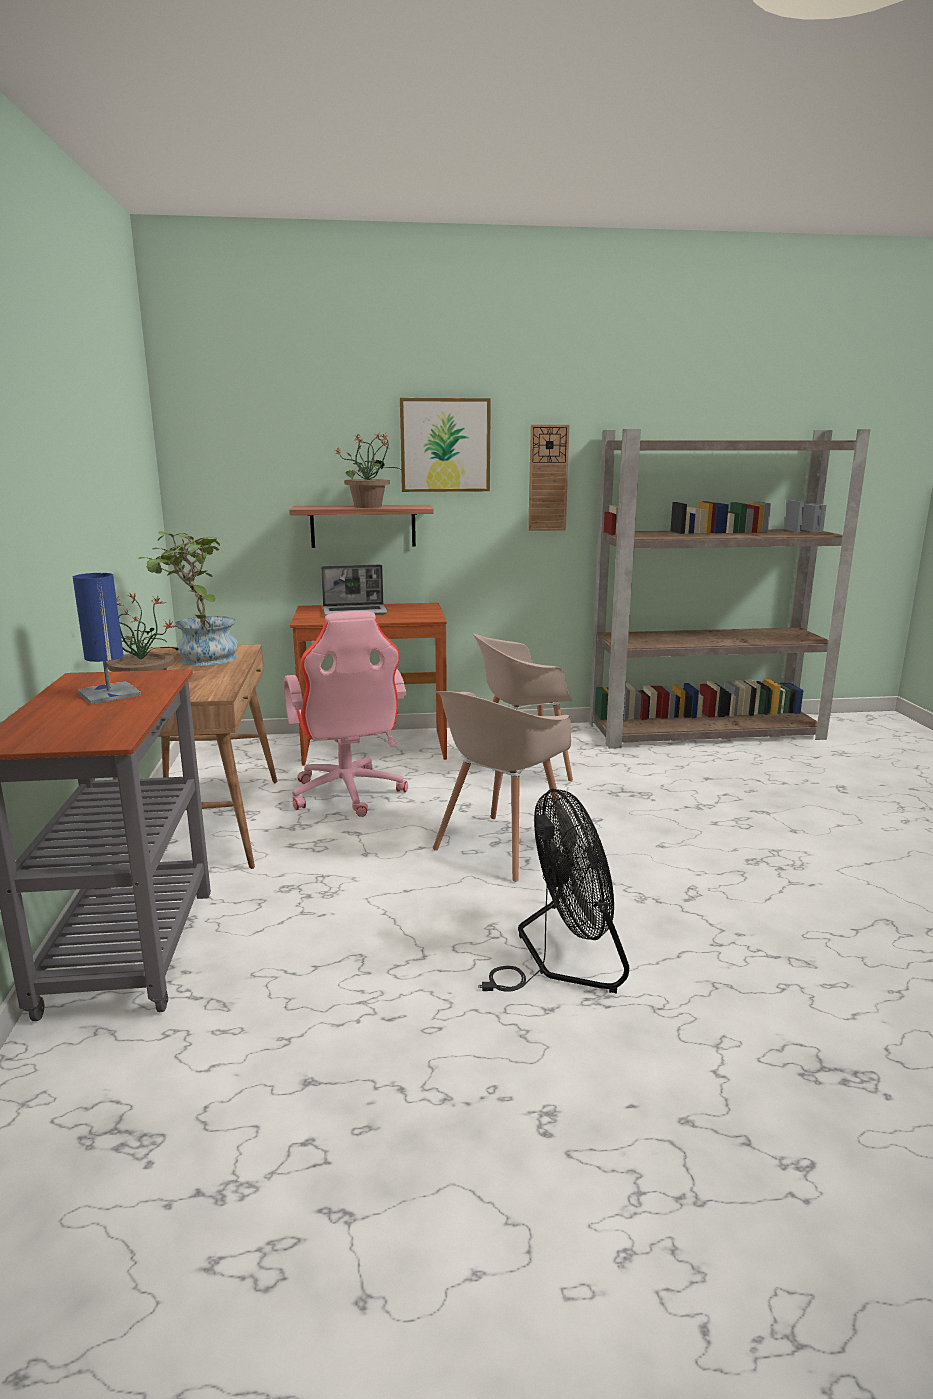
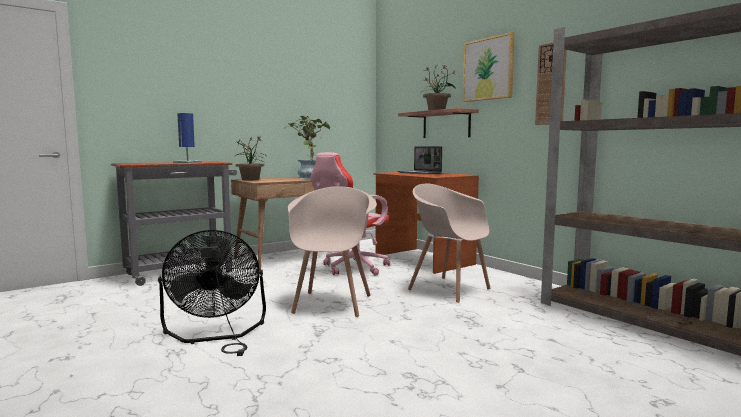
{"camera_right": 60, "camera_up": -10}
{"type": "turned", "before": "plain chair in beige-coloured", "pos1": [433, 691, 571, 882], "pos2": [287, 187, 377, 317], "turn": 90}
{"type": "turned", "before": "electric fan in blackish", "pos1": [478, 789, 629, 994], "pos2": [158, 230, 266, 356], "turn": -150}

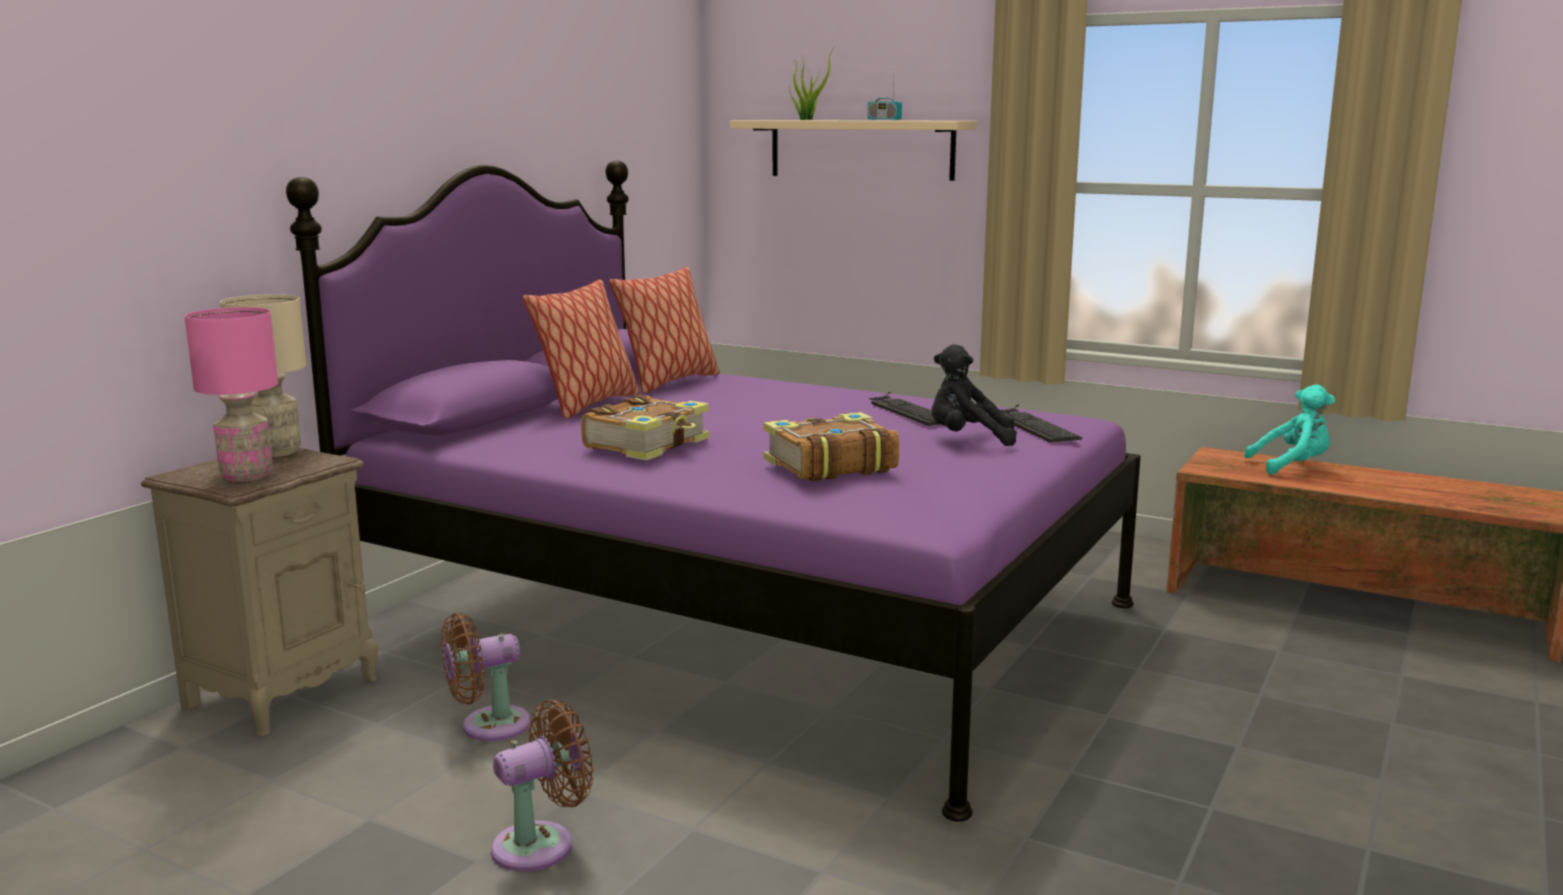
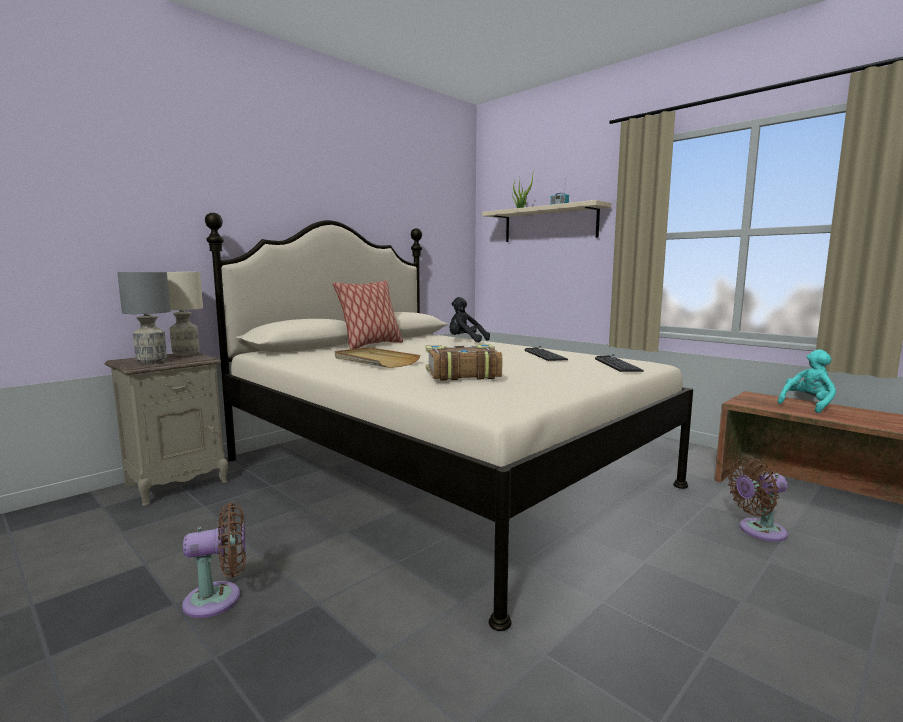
{"camera_right": 15, "camera_up": -5}
{"type": "recoloured", "before": "tabletop lamp in pink", "after": "tabletop lamp in gray", "pos1": [185, 307, 278, 482], "pos2": [117, 272, 171, 364]}
{"type": "recoloured", "before": "bedroom bed in purple", "after": "bedroom bed in beige-coloured", "pos1": [286, 160, 1141, 822], "pos2": [205, 213, 693, 631]}
{"type": "moved", "before": "electric fan in brown-coloured", "pos1": [441, 613, 531, 741], "pos2": [728, 457, 788, 542]}
{"type": "replaced", "before": "volume", "after": "tray in beige-coloured", "pos1": [581, 395, 710, 461], "pos2": [335, 347, 420, 368]}
{"type": "removed", "before": "cushion", "pos1": [609, 267, 720, 393]}
{"type": "moved", "before": "soft toy in blackish", "pos1": [932, 344, 1017, 446], "pos2": [449, 297, 490, 342]}
{"type": "turned", "before": "soft toy in turquoise-coloured", "pos1": [1244, 385, 1335, 475], "pos2": [777, 349, 836, 413], "turn": -45}

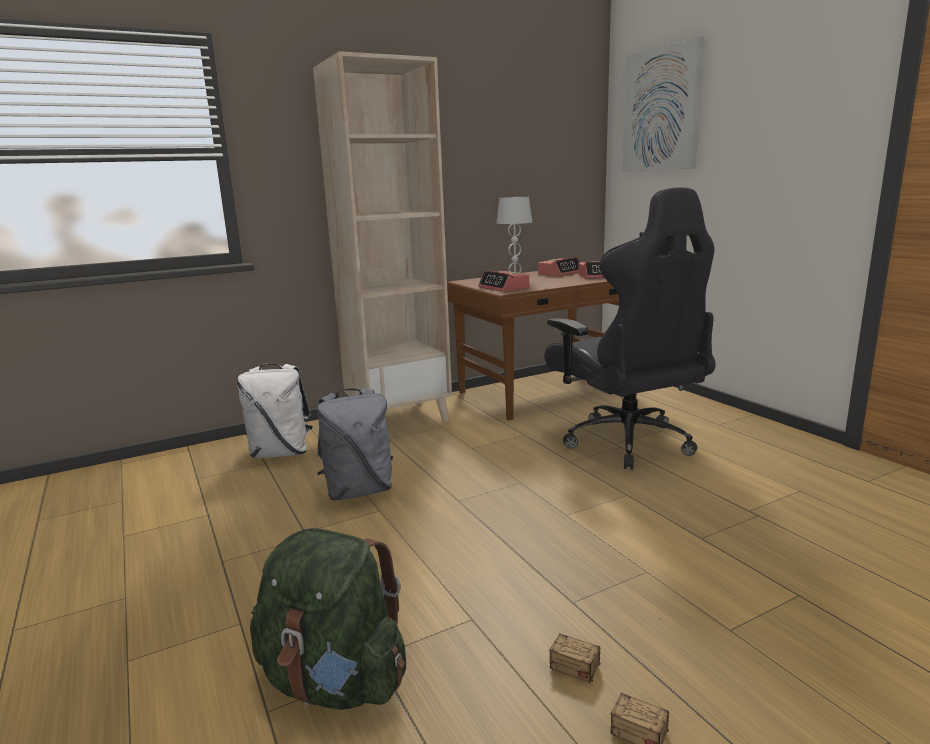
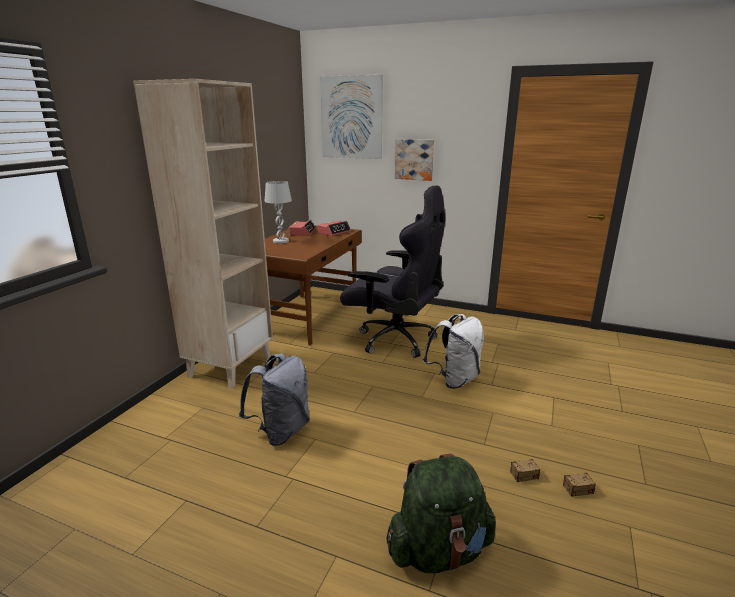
{"camera_right": -40, "camera_up": 5}
{"type": "moved", "before": "backpack in white", "pos1": [237, 363, 313, 458], "pos2": [423, 314, 484, 389]}
{"type": "removed", "before": "table clock", "pos1": [478, 270, 529, 292]}
{"type": "added", "after": "wall picture", "pos2": [395, 139, 434, 181]}

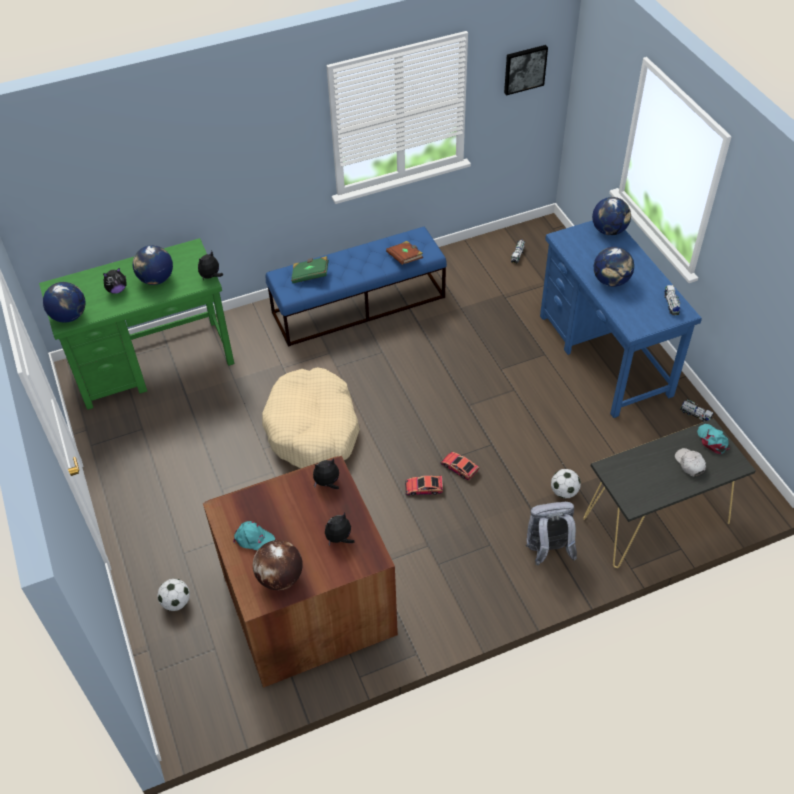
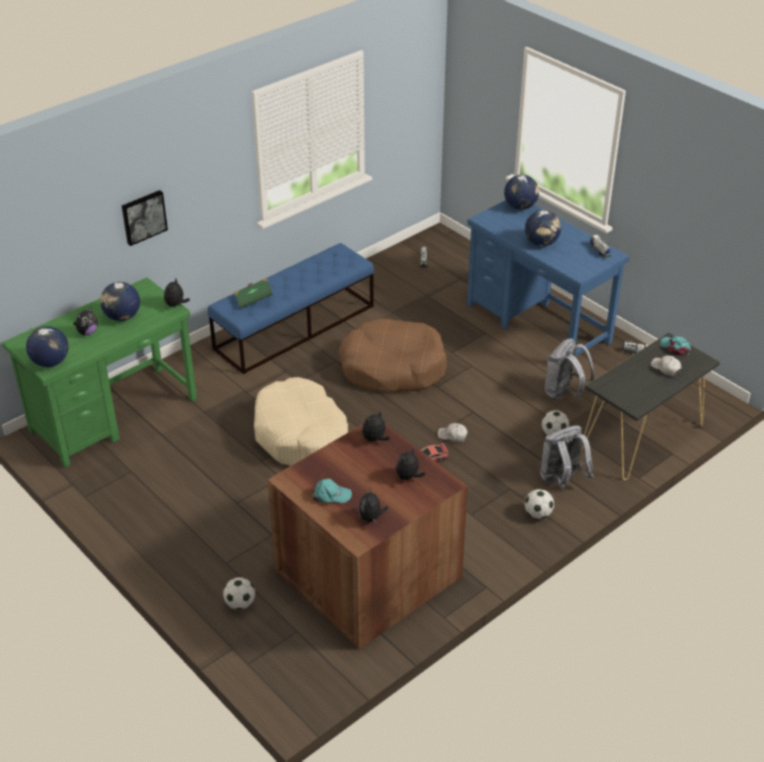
{"camera_right": -20, "camera_up": -10}
{"type": "replaced", "before": "desk globe", "after": "soft toy", "pos1": [253, 540, 303, 590], "pos2": [358, 487, 388, 523]}
{"type": "removed", "before": "volume in brown-coloured", "pos1": [386, 241, 423, 265]}
{"type": "replaced", "before": "model car", "after": "cap in white", "pos1": [440, 452, 479, 480], "pos2": [438, 423, 468, 442]}
{"type": "moved", "before": "wall picture", "pos1": [504, 45, 548, 95], "pos2": [122, 190, 168, 246]}
{"type": "added", "after": "pet bed in brown-coloured", "pos2": [339, 319, 447, 392]}
{"type": "added", "after": "football", "pos2": [525, 489, 554, 519]}
{"type": "added", "after": "backpack in gray", "pos2": [545, 338, 594, 400]}

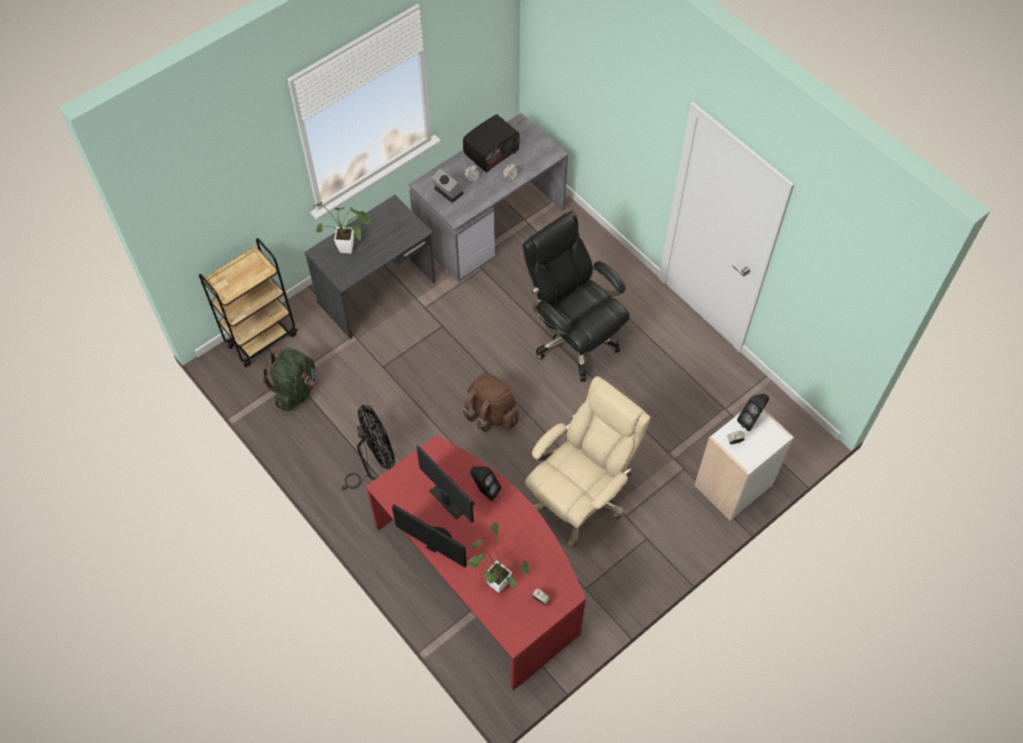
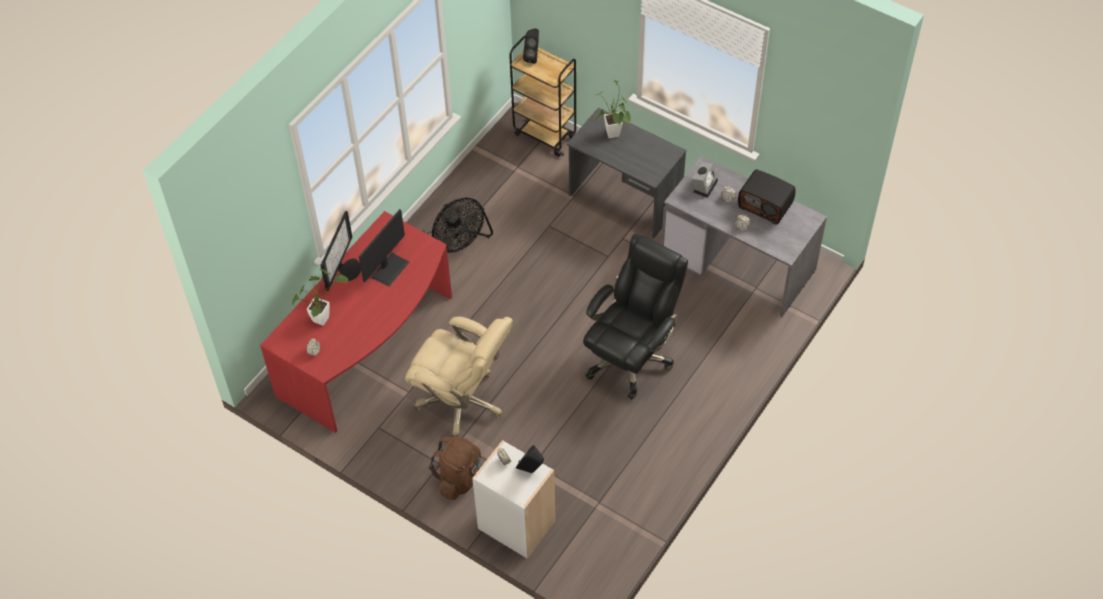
{"camera_right": 75, "camera_up": -5}
{"type": "removed", "before": "backpack in green-coloured", "pos1": [262, 348, 315, 411]}
{"type": "moved", "before": "backpack in brown-coloured", "pos1": [463, 373, 519, 432], "pos2": [429, 437, 481, 500]}
{"type": "moved", "before": "speaker in blackish", "pos1": [470, 466, 501, 502], "pos2": [523, 28, 539, 64]}

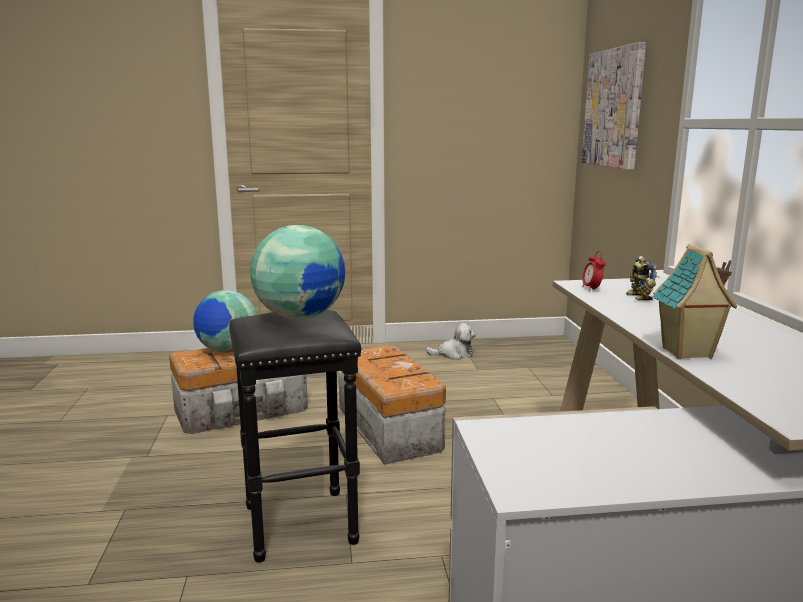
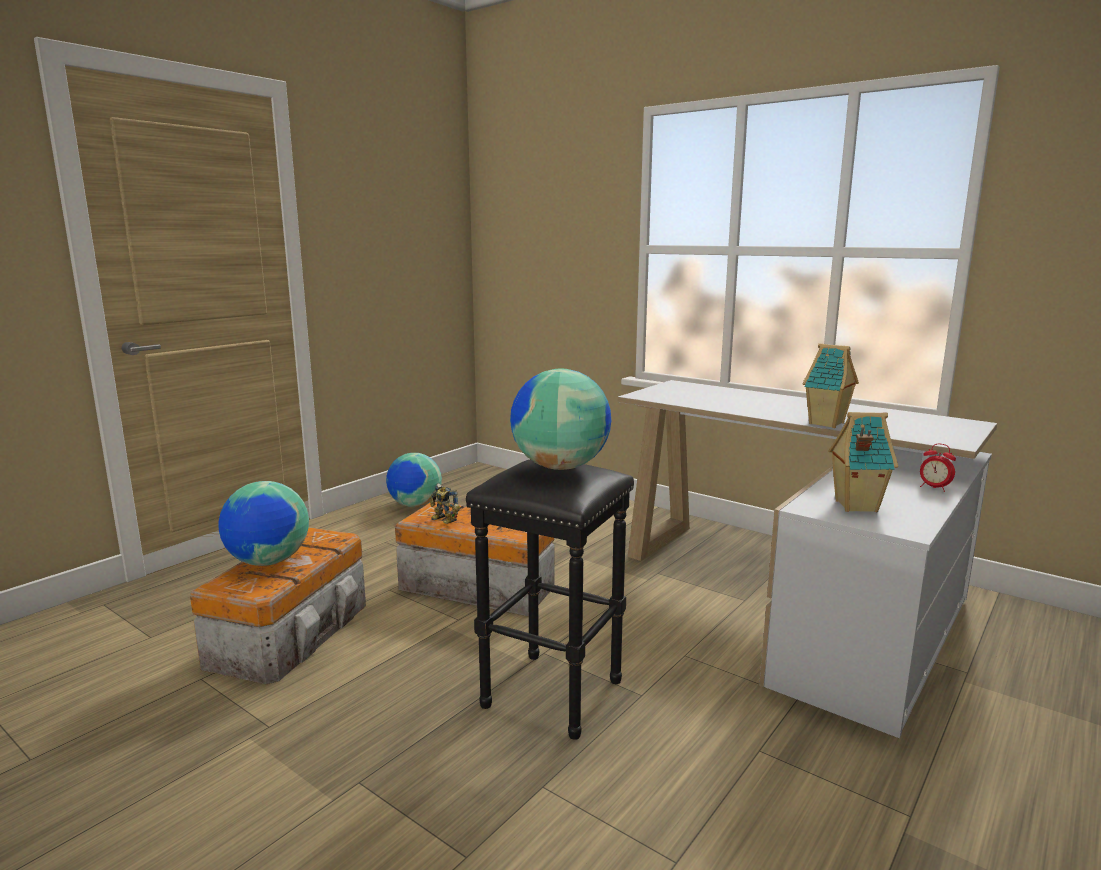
{"camera_right": -45, "camera_up": 0}
{"type": "replaced", "before": "soft toy", "after": "desk globe", "pos1": [426, 323, 476, 360], "pos2": [386, 453, 442, 507]}
{"type": "removed", "before": "wall picture", "pos1": [582, 42, 646, 170]}
{"type": "moved", "before": "table clock", "pos1": [582, 251, 605, 292], "pos2": [920, 444, 956, 492]}
{"type": "moved", "before": "toy robot", "pos1": [626, 256, 657, 300], "pos2": [430, 483, 460, 524]}
{"type": "added", "after": "miniature house", "pos2": [829, 412, 898, 512]}

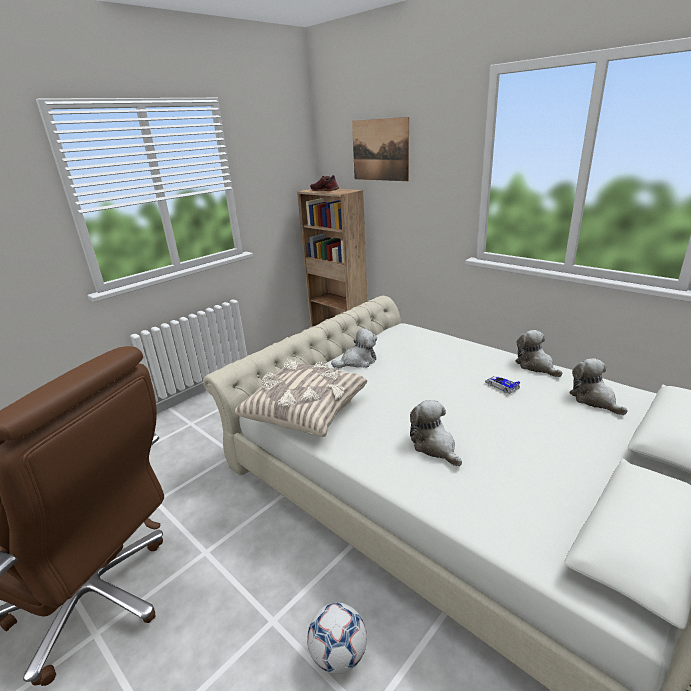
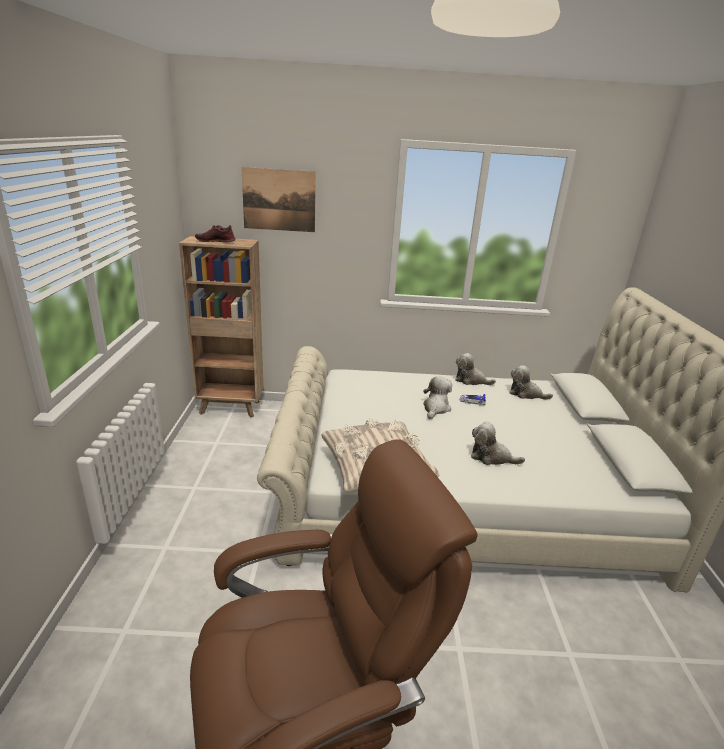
{"camera_right": -45, "camera_up": 0}
{"type": "removed", "before": "football", "pos1": [307, 603, 367, 674]}
{"type": "moved", "before": "soft toy", "pos1": [331, 328, 377, 368], "pos2": [423, 377, 452, 419]}

